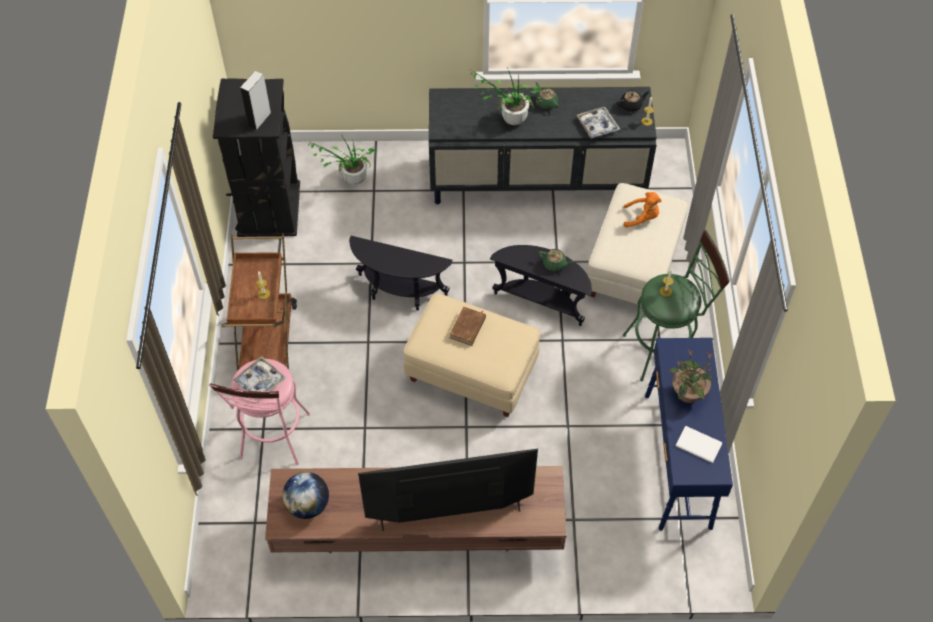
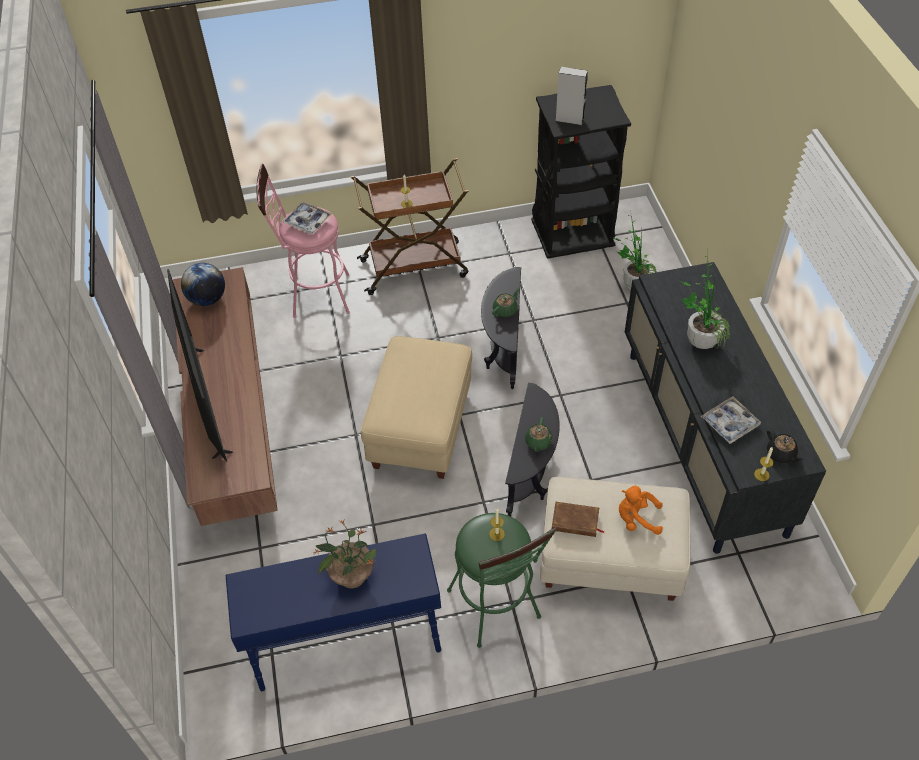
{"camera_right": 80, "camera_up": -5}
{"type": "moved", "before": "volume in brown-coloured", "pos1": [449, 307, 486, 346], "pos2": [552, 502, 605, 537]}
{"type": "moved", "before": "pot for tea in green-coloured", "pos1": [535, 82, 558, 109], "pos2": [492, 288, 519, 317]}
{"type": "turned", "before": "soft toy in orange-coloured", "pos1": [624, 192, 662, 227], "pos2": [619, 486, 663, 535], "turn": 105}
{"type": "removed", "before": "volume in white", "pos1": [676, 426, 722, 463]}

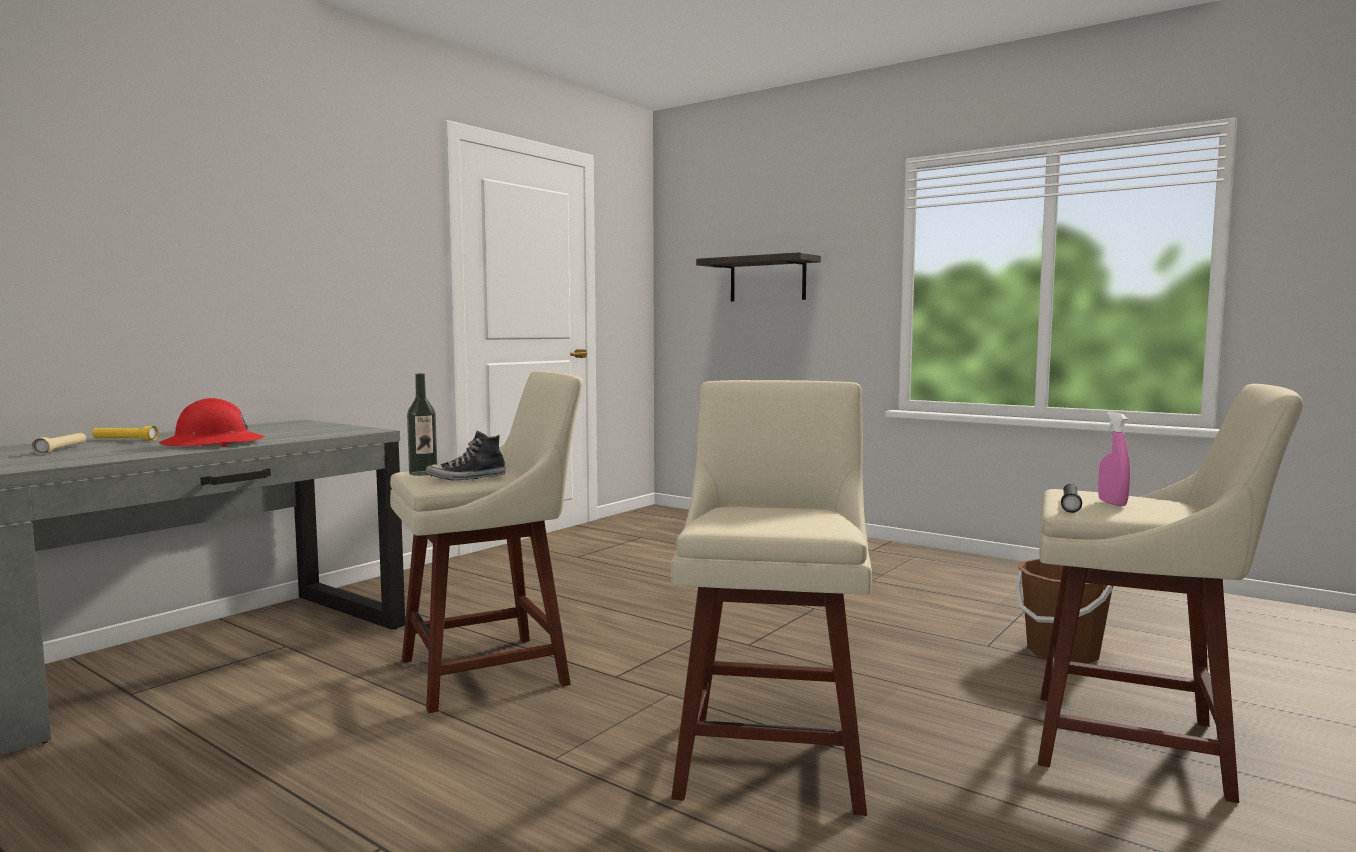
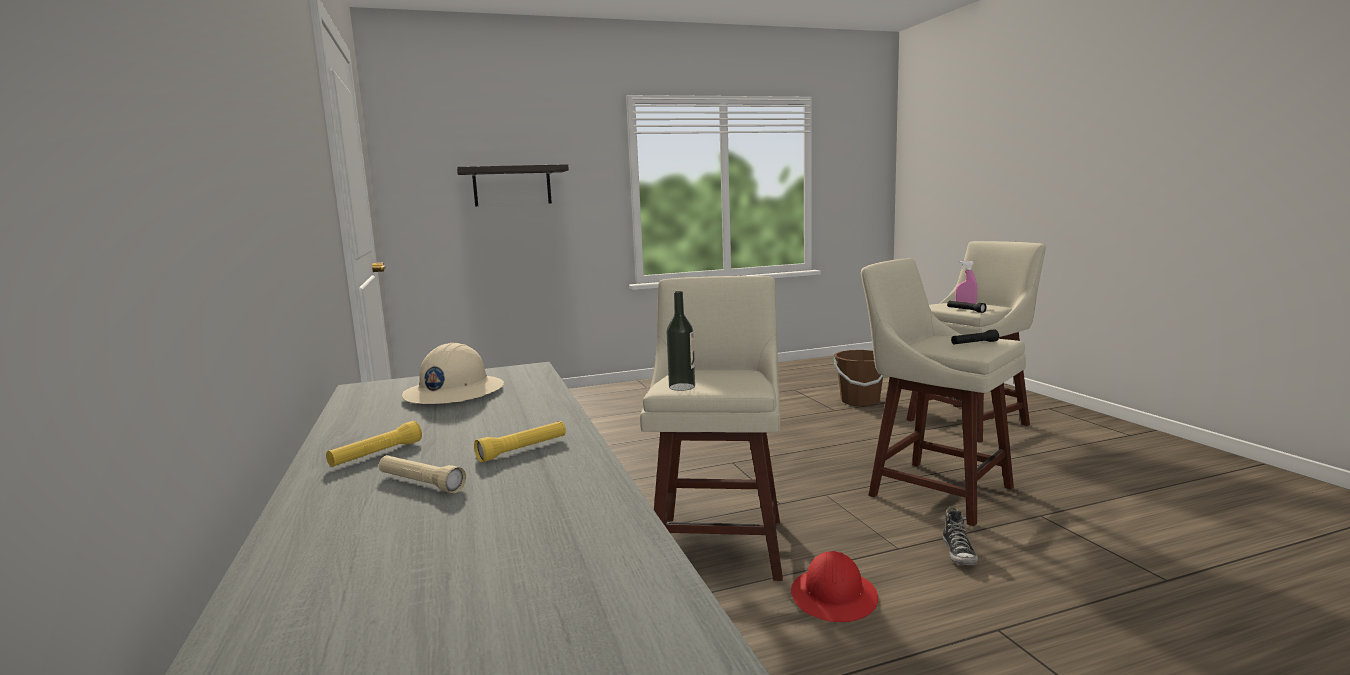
{"camera_right": -55, "camera_up": 5}
{"type": "moved", "before": "safety helmet in red-coloured", "pos1": [159, 398, 265, 447], "pos2": [791, 551, 878, 622]}
{"type": "moved", "before": "shoe", "pos1": [426, 430, 506, 480], "pos2": [943, 506, 978, 566]}
{"type": "added", "after": "safety helmet in beige-coloured", "pos2": [402, 343, 504, 404]}
{"type": "added", "after": "torch in yellow", "pos2": [474, 421, 566, 463]}
{"type": "added", "after": "torch in blackish", "pos2": [951, 330, 999, 344]}

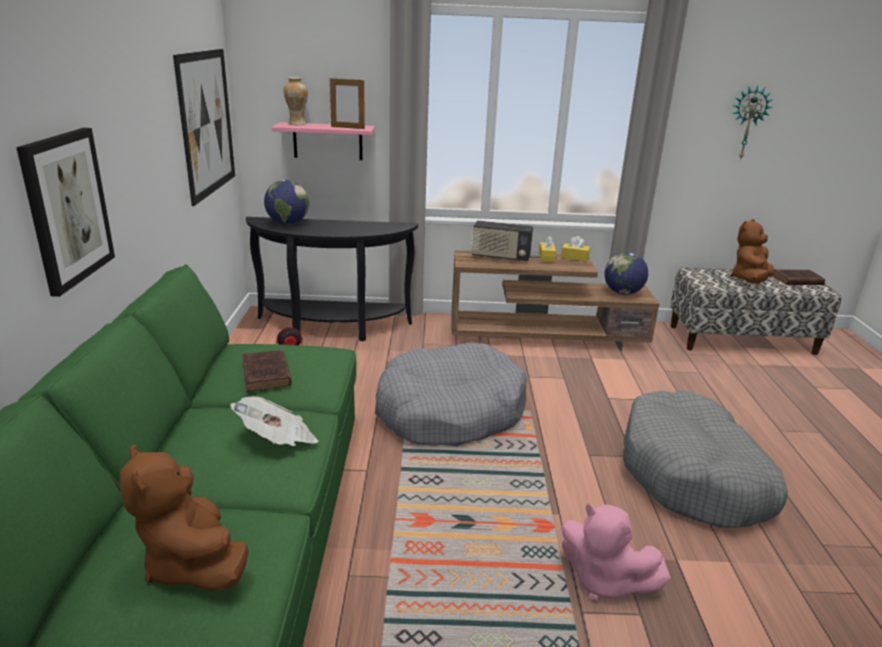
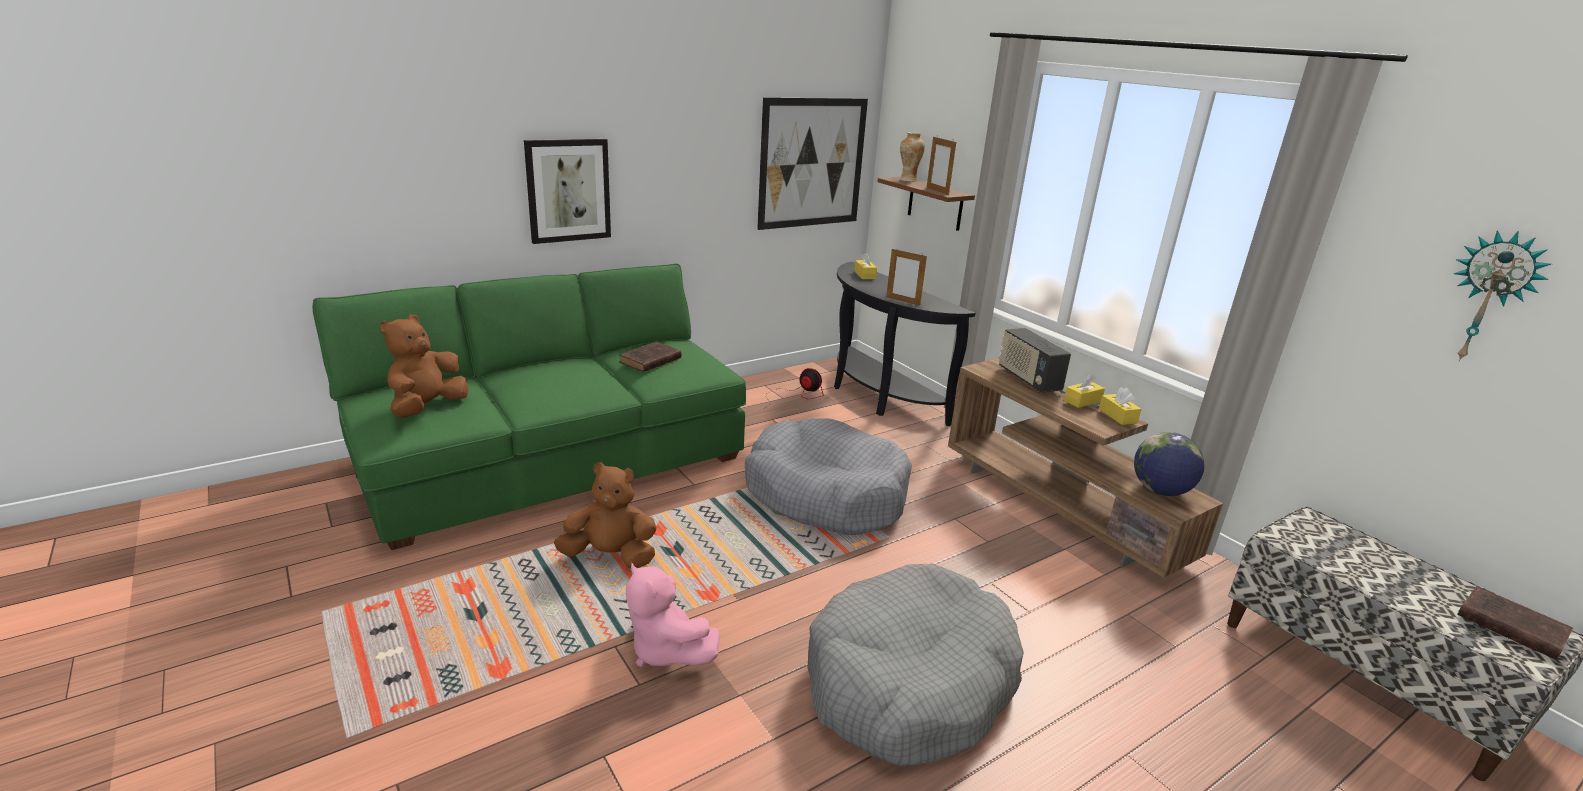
{"camera_right": 55, "camera_up": 0}
{"type": "removed", "before": "daily paper", "pos1": [230, 396, 319, 446]}
{"type": "replaced", "before": "desk globe", "after": "tissue box in yellow", "pos1": [264, 180, 309, 225], "pos2": [854, 253, 877, 279]}
{"type": "recoloured", "before": "wall shelf in pink", "after": "wall shelf in brown-coloured", "pos1": [272, 122, 375, 160], "pos2": [878, 177, 975, 231]}
{"type": "turned", "before": "soft toy in pink", "pos1": [561, 504, 671, 602], "pos2": [626, 563, 720, 667], "turn": -45}
{"type": "moved", "before": "soft toy in brown-coloured", "pos1": [731, 219, 775, 284], "pos2": [554, 462, 657, 569]}
{"type": "added", "after": "standing frame", "pos2": [886, 248, 927, 306]}

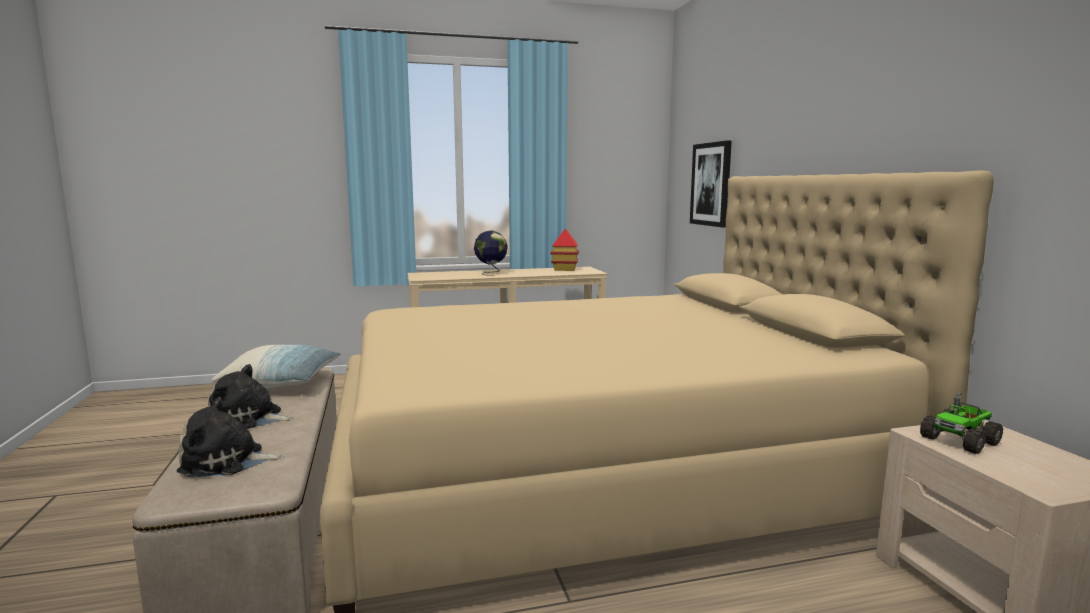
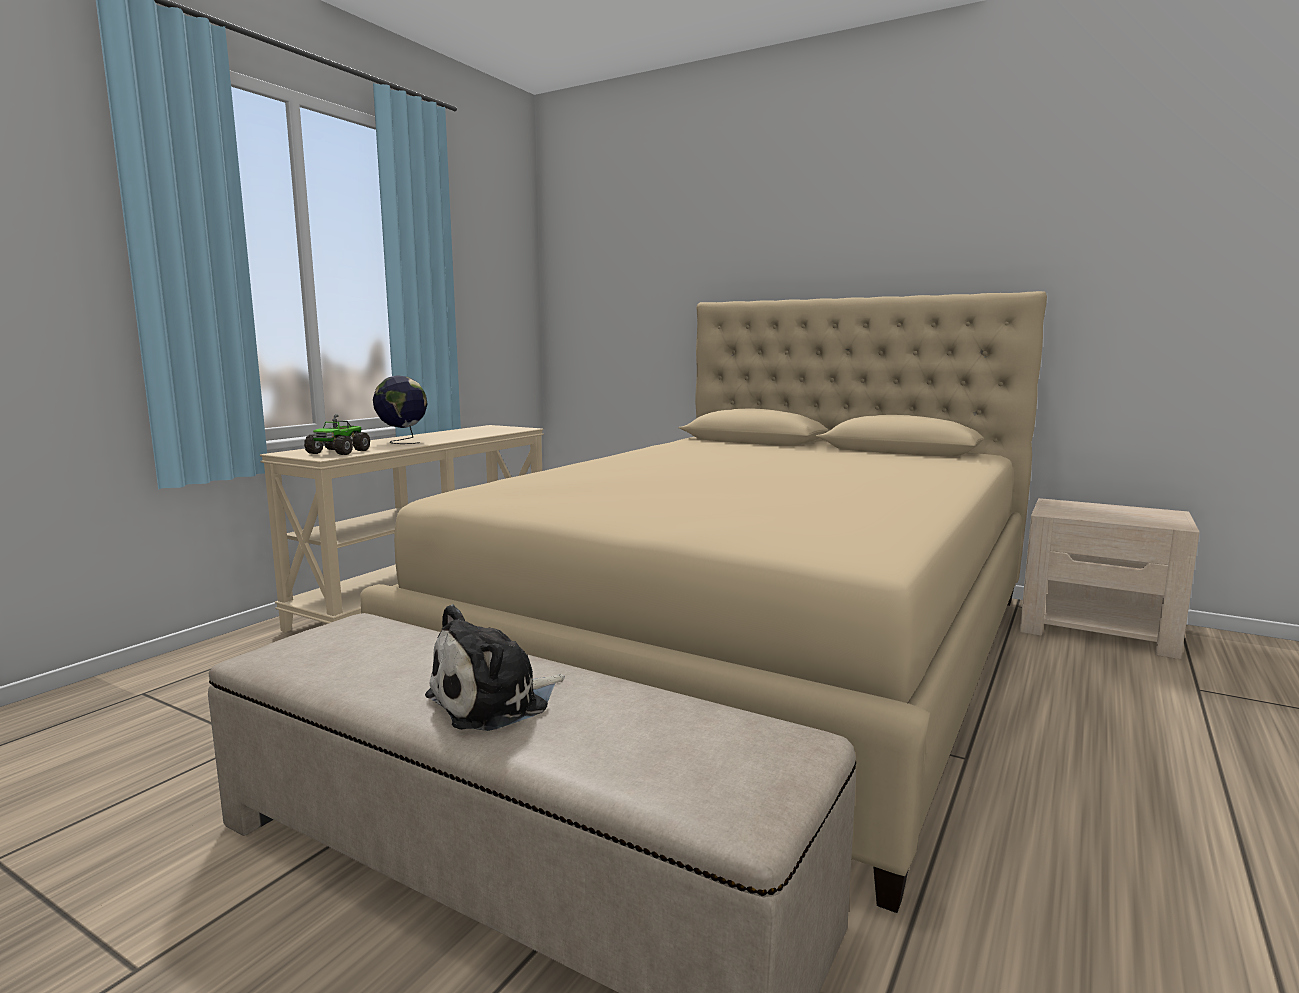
{"camera_right": -45, "camera_up": 0}
{"type": "removed", "before": "soft toy", "pos1": [177, 397, 284, 477]}
{"type": "removed", "before": "cushion", "pos1": [212, 345, 341, 388]}
{"type": "removed", "before": "miniature house", "pos1": [550, 228, 579, 271]}
{"type": "removed", "before": "wall picture", "pos1": [690, 140, 732, 227]}
{"type": "moved", "before": "toy truck", "pos1": [920, 391, 1003, 454], "pos2": [304, 414, 370, 455]}

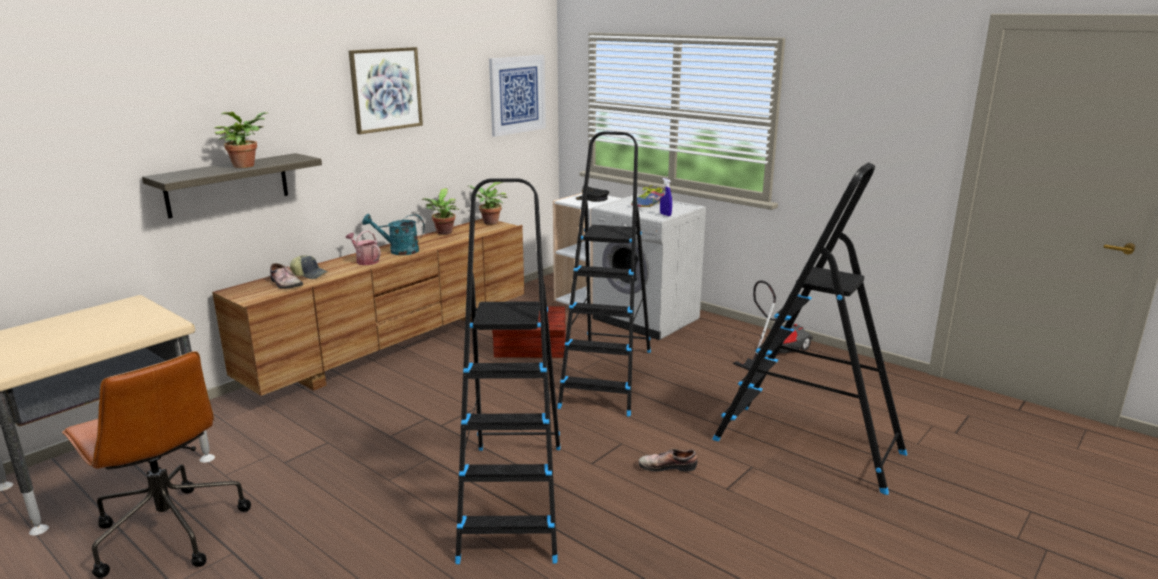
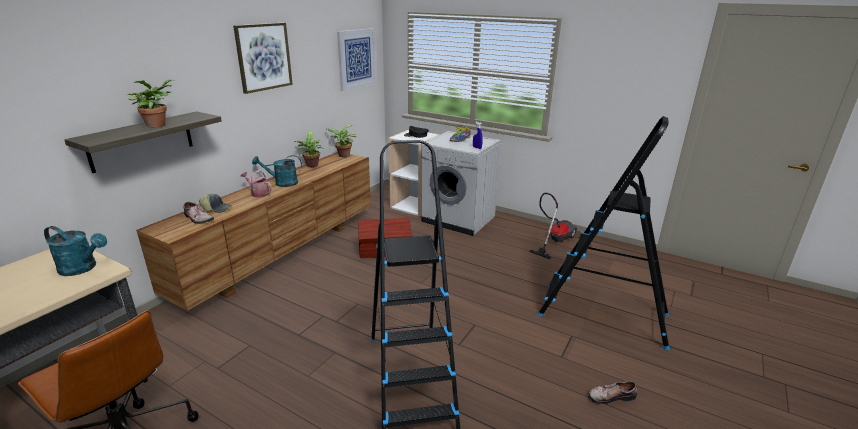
{"camera_right": -10, "camera_up": 5}
{"type": "removed", "before": "step ladder in blackish", "pos1": [557, 131, 651, 417]}
{"type": "moved", "before": "shoe", "pos1": [638, 449, 697, 471], "pos2": [589, 381, 637, 404]}
{"type": "added", "after": "watering can in turquoise-coloured", "pos2": [44, 226, 107, 276]}

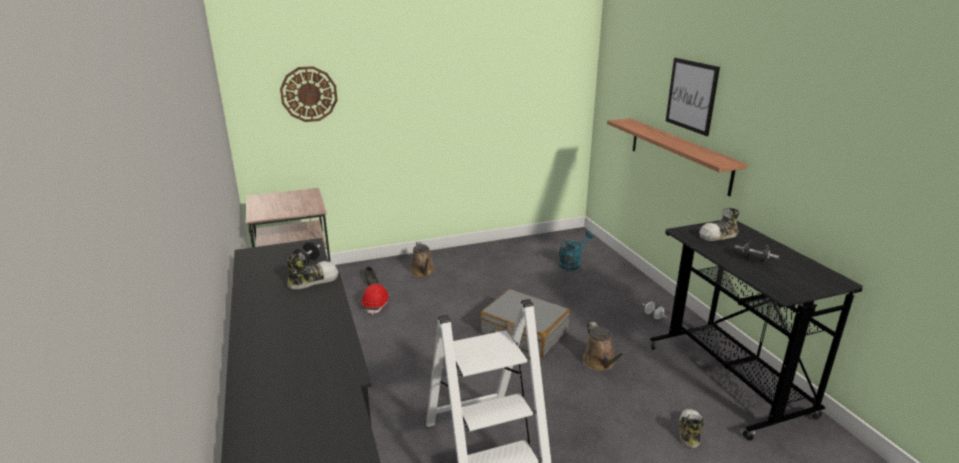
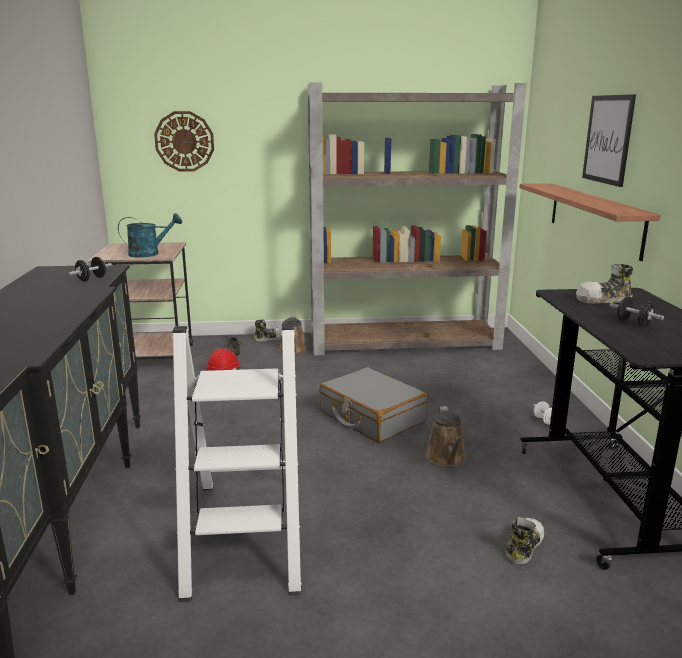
{"camera_right": 15, "camera_up": -5}
{"type": "moved", "before": "shoe", "pos1": [287, 253, 338, 290], "pos2": [253, 319, 282, 342]}
{"type": "moved", "before": "watering can in turquoise-coloured", "pos1": [559, 231, 594, 270], "pos2": [118, 213, 182, 258]}
{"type": "added", "after": "bookshelf in brown-coloured", "pos2": [307, 82, 526, 356]}

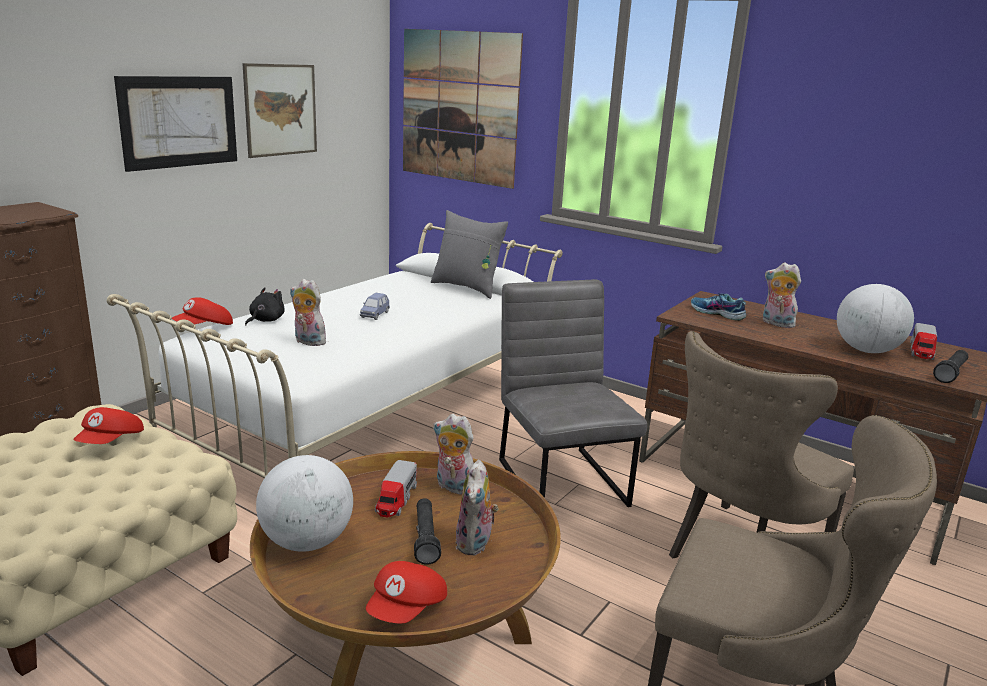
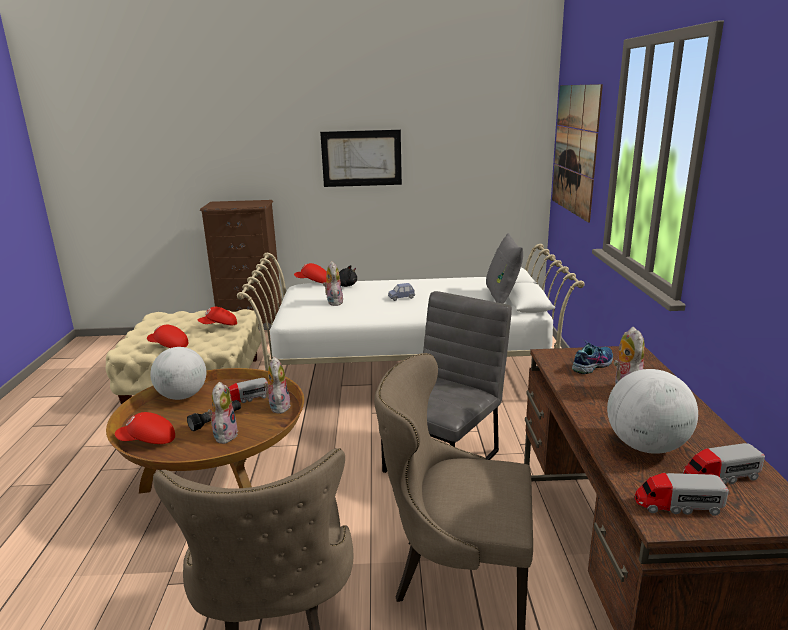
{"camera_right": 55, "camera_up": 0}
{"type": "removed", "before": "wall picture", "pos1": [242, 63, 317, 158]}
{"type": "turned", "before": "soft toy", "pos1": [456, 460, 499, 556], "pos2": [208, 382, 238, 444], "turn": 120}
{"type": "turned", "before": "shoe", "pos1": [691, 293, 746, 321], "pos2": [572, 340, 613, 374], "turn": 45}
{"type": "replaced", "before": "torch in blackish", "after": "toy truck", "pos1": [933, 350, 968, 383], "pos2": [635, 473, 729, 516]}
{"type": "added", "after": "cap in red-coloured", "pos2": [147, 325, 188, 348]}

